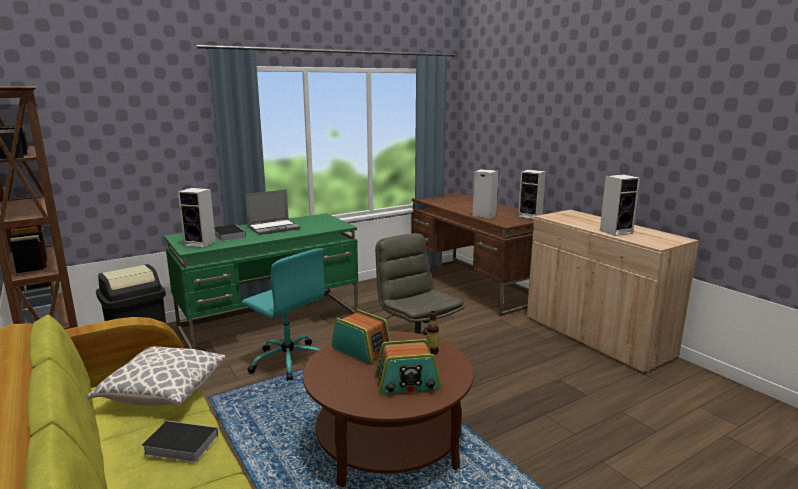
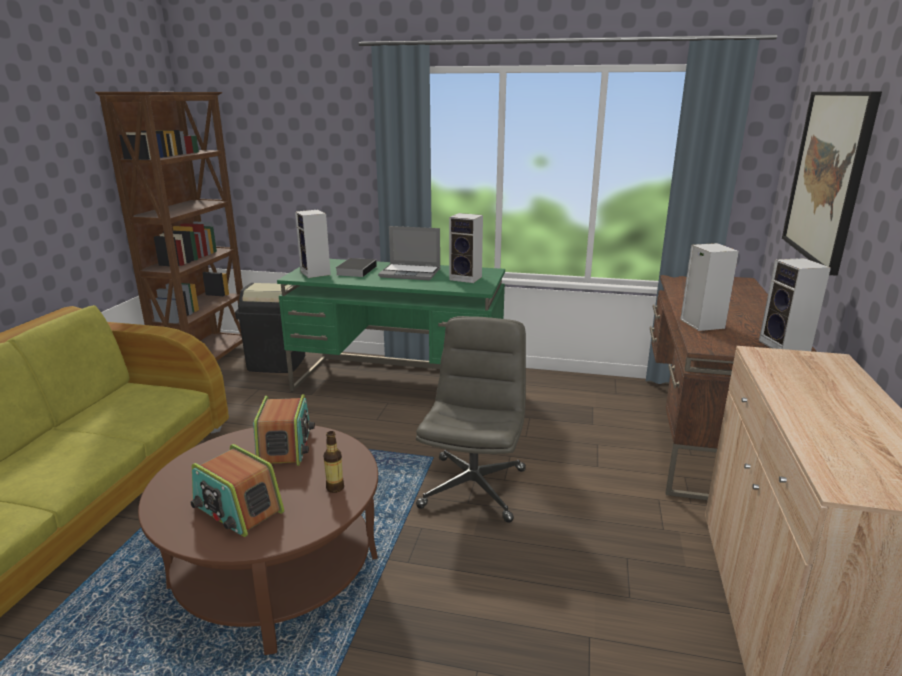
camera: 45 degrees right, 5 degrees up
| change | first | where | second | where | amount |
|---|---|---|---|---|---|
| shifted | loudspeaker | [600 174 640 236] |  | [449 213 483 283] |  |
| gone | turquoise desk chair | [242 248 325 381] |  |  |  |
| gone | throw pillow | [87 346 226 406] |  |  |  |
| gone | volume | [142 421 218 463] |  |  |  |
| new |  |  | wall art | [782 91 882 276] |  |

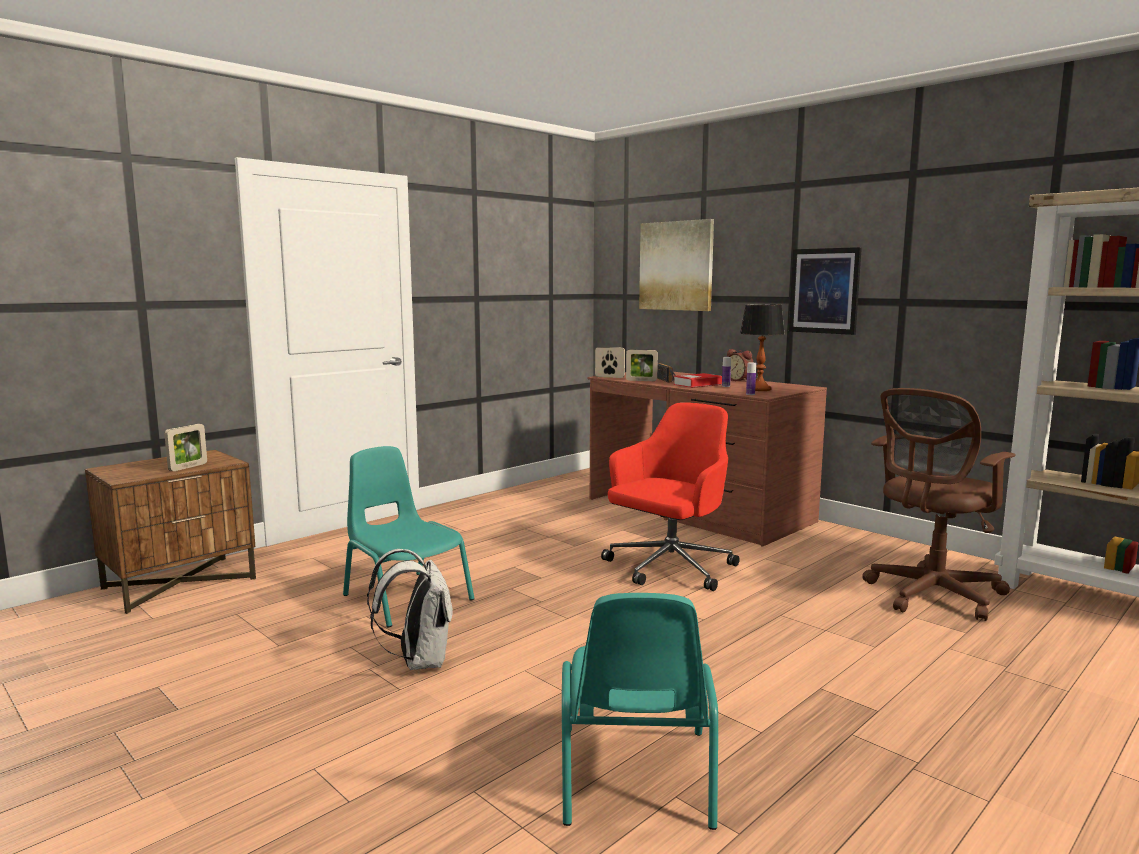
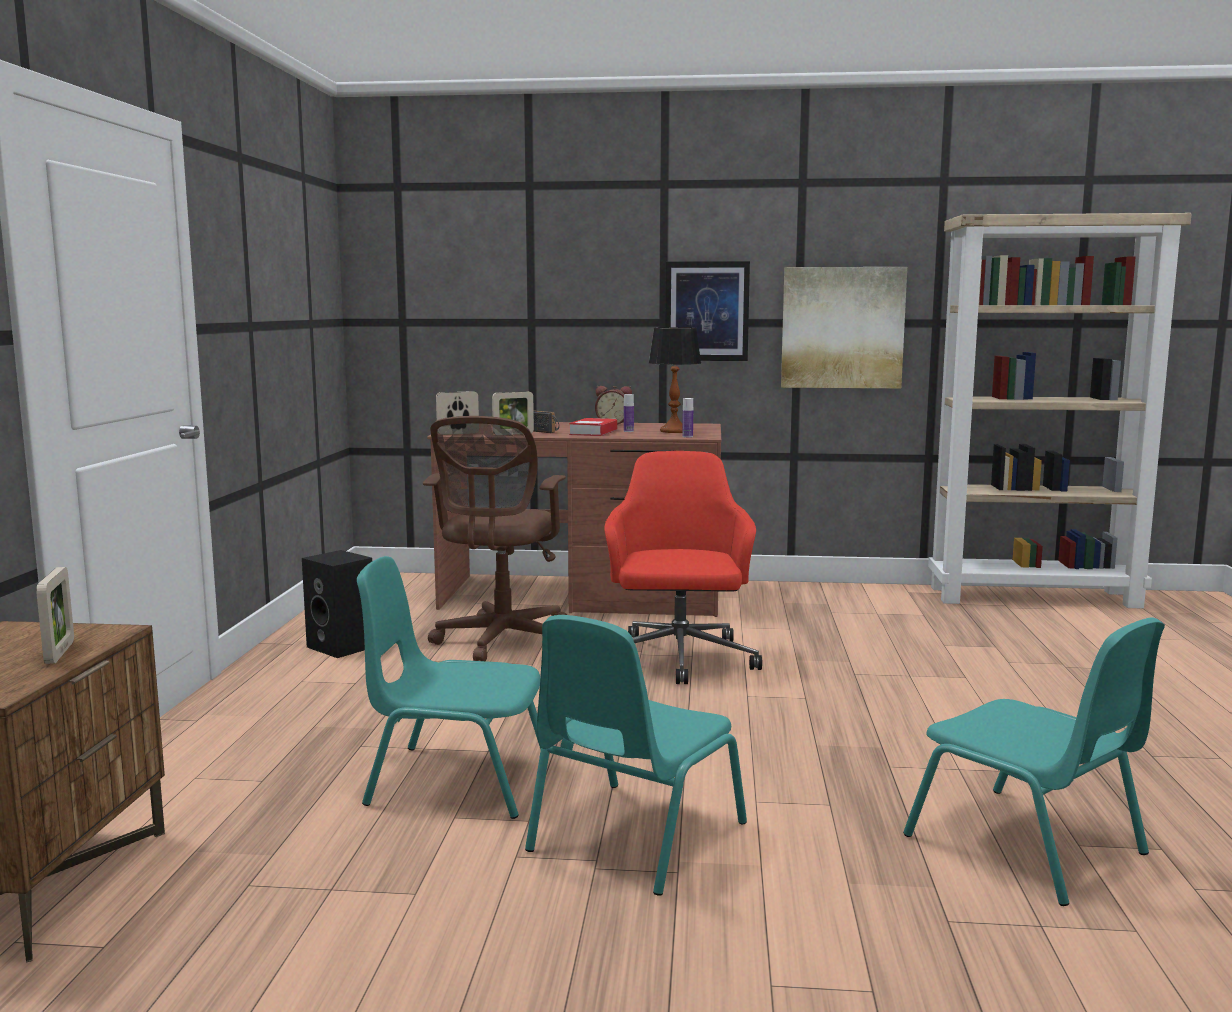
camera: 40 degrees left, 0 degrees up
| change | first | where | second | where | amount |
|---|---|---|---|---|---|
| shifted | wall art | [639 219 714 311] |  | [781 267 907 388] |  |
| shifted | brownish desk chair | [862 388 1016 621] |  | [423 416 567 661] |  |
| swapped | white backpack | [367 549 453 670] | turquoise plain chair | [525 615 747 896] |  |
| new |  |  | blackish loudspeaker | [302 550 372 658] |  |

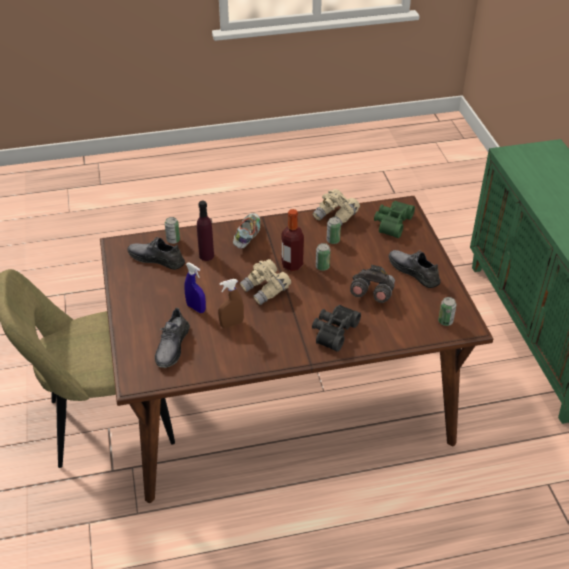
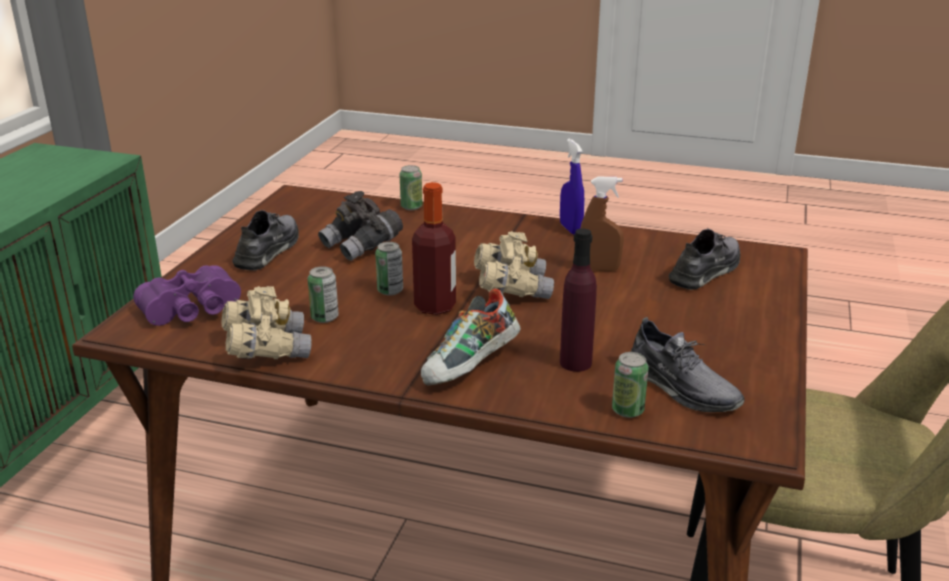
camera: 150 degrees left, 15 degrees down
| change | first | where | second | where | amount |
|---|---|---|---|---|---|
| repainted | greenish binoculars | [374 201 415 238] | purplish binoculars | [133 265 241 326] |  |
| rotated | gray item of footwear | [389 250 440 288] |  | [232 210 299 270] | 150 degrees counterclockwise |
| shifted | bluish hand sprayer | [184 262 206 313] |  | [560 139 585 234] |  |
| shifted | can | [438 297 456 326] |  | [400 165 422 210] |  |
| gone | blackish binoculars | [312 305 361 352] |  |  |  |

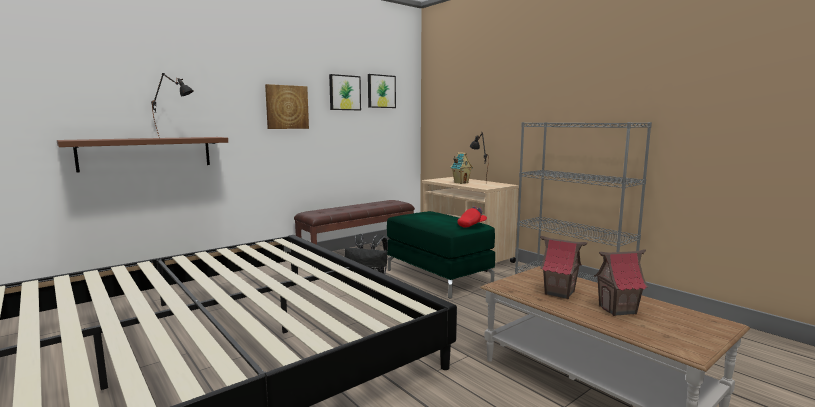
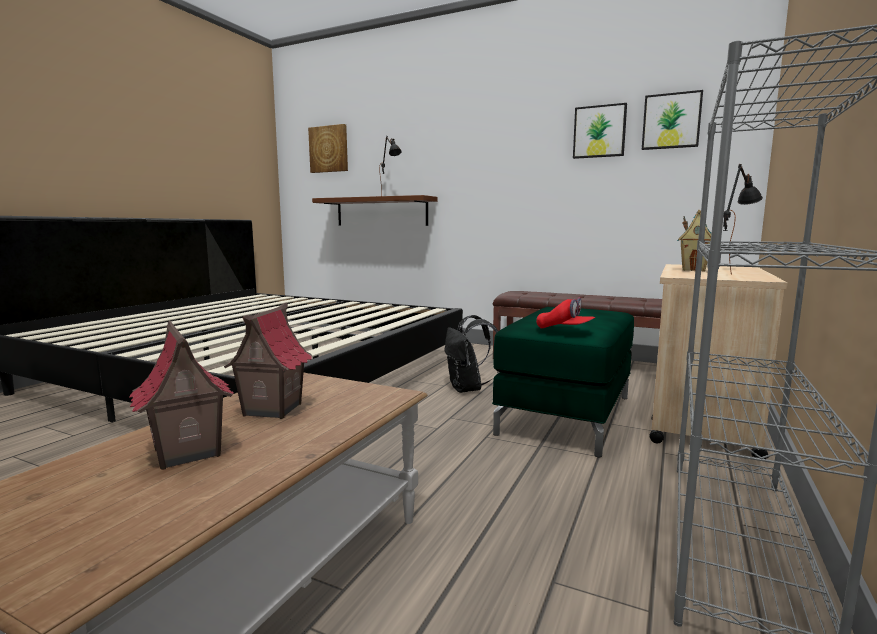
camera: 65 degrees right, 0 degrees up
| change | first | where | second | where | amount |
|---|---|---|---|---|---|
| shifted | wall art | [265 84 309 129] |  | [308 124 348 173] |  |

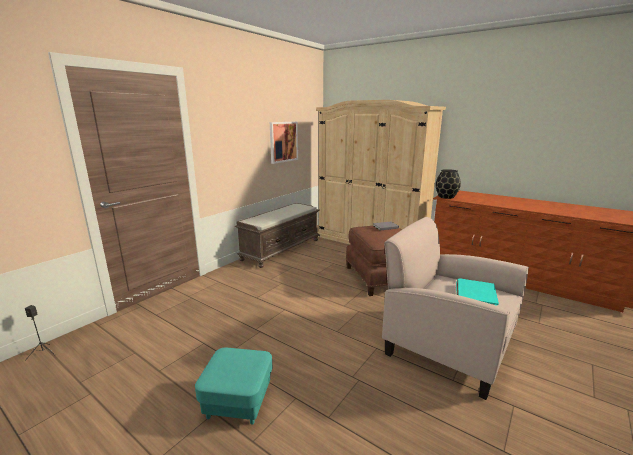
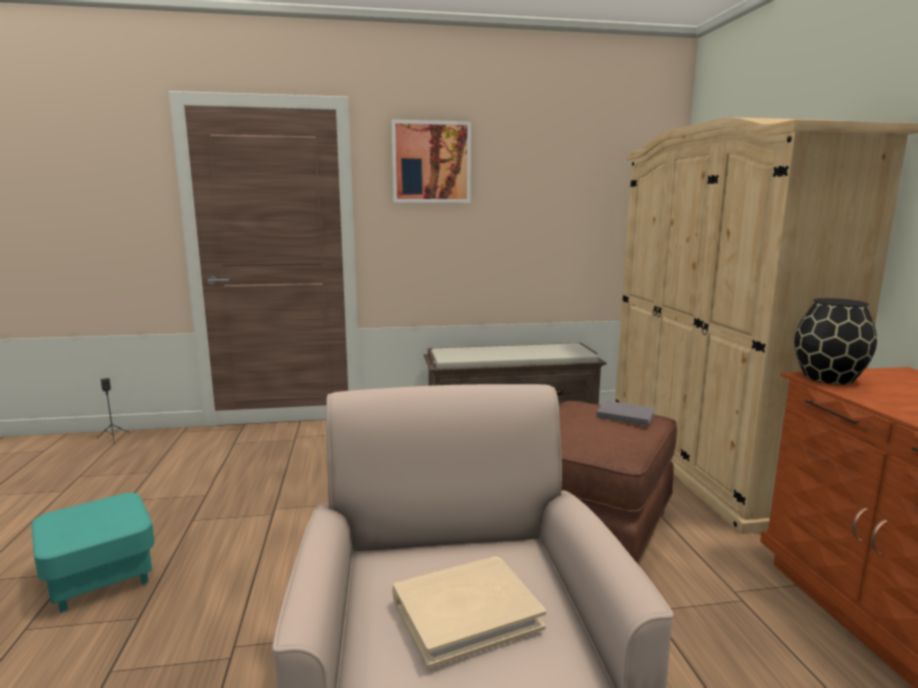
camera: 45 degrees right, 5 degrees down
| change | first | where | second | where | amount |
|---|---|---|---|---|---|
| shifted | wall art | [270 121 298 164] |  | [392 119 471 203] |  |
| repainted | turquoise volume | [456 278 499 306] | sand-coloured volume | [392 556 546 669] |  |

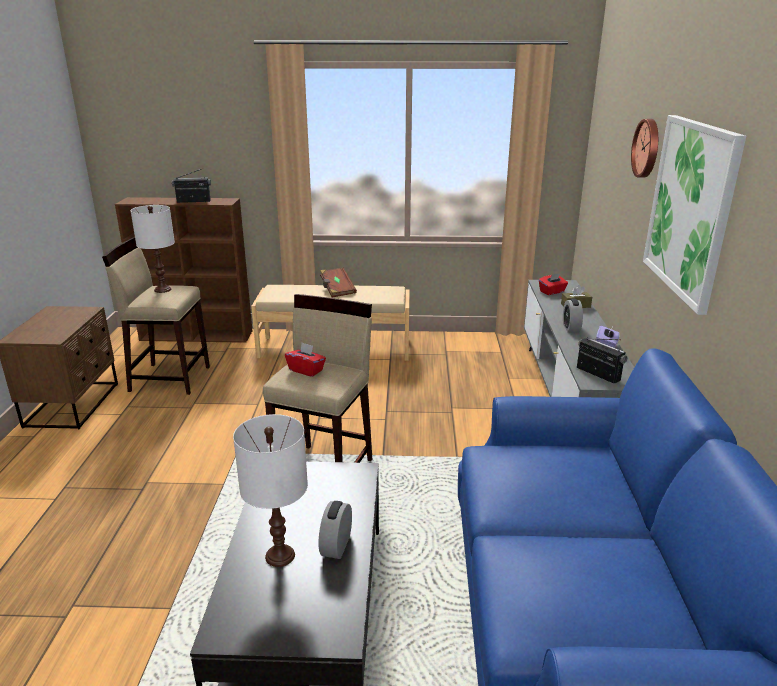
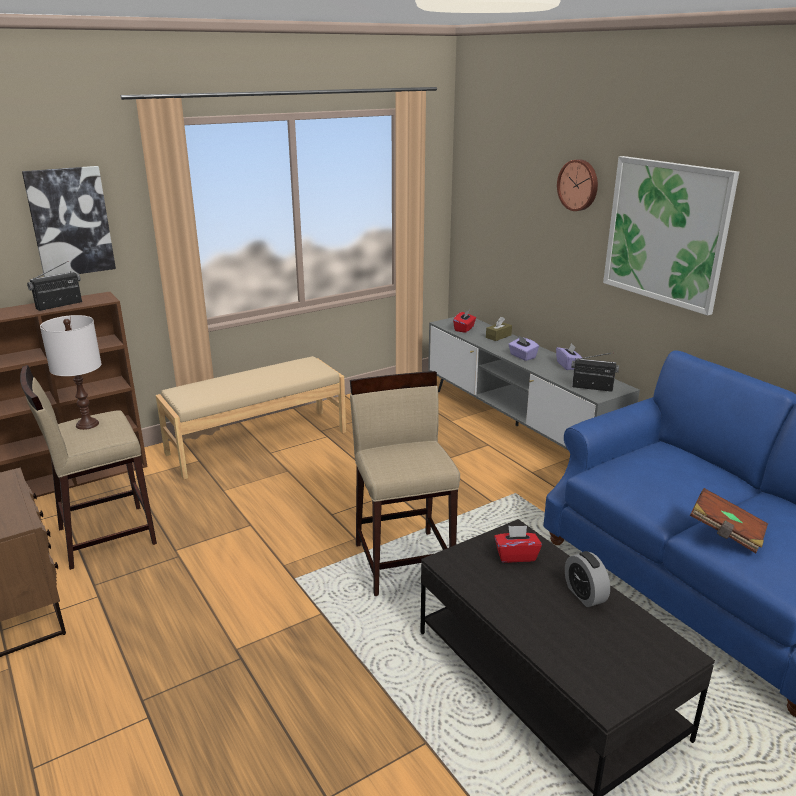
camera: 35 degrees left, 0 degrees up
| change | first | where | second | where | amount |
|---|---|---|---|---|---|
| shifted | brownish volume | [320 268 357 297] |  | [690 488 768 553] |  |
| swapped | bedside clock | [563 299 583 333] | purplish tissue box | [508 335 539 361] |  |
| shifted | red-coloured tissue box | [285 343 326 377] |  | [494 526 542 563] |  |
| gone | white lamp for a table | [233 414 308 567] |  |  |  |
| new |  |  | wall art | [22 166 116 277] |  |

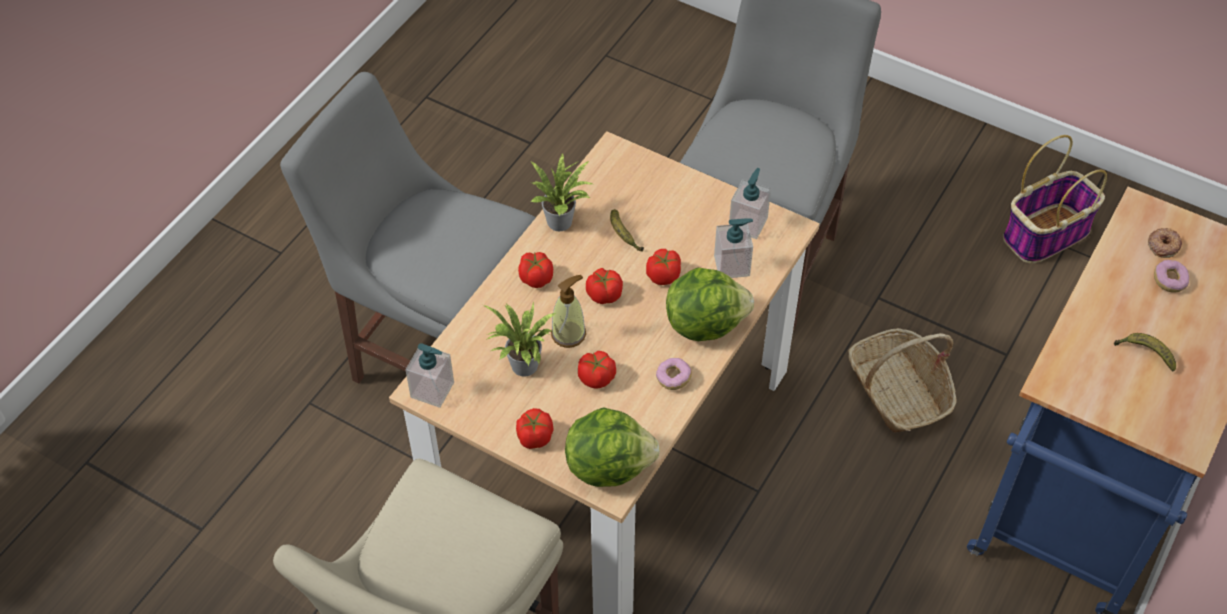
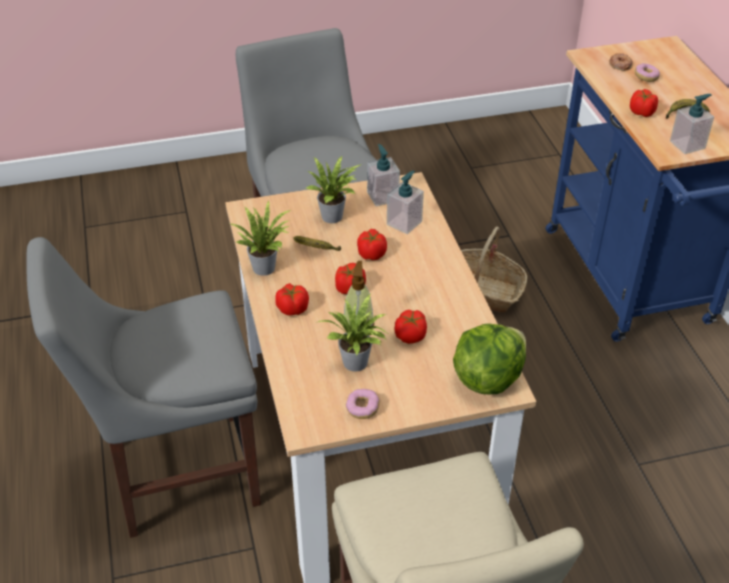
camera: 45 degrees left, 10 degrees down
| change | first | where | second | where | amount |
|---|---|---|---|---|---|
| gone | household basket | [1003 135 1107 264] |  |  |  |
| gone | head of lettuce | [666 268 754 341] |  |  |  |
| shifted | soap dispenser | [405 343 454 408] |  | [670 94 714 154] |  |
| shifted | ring doughnut | [656 358 692 390] |  | [346 389 380 419] |  |
| shifted | fresh tomato | [516 408 554 449] |  | [630 89 658 117] |  |
| new |  |  | potted plant | [305 156 360 223] |  |

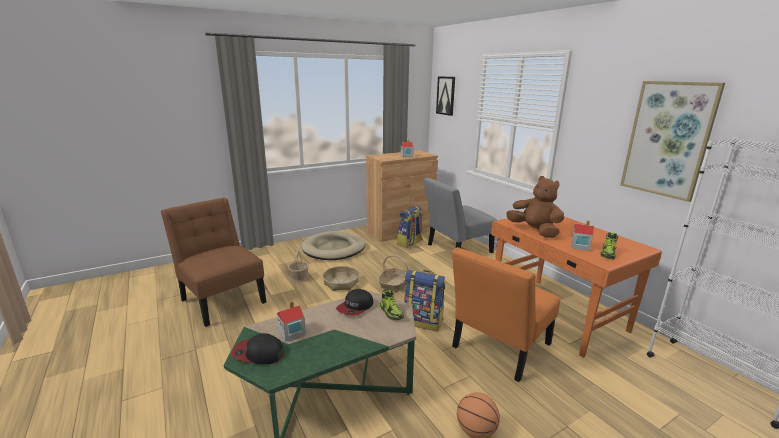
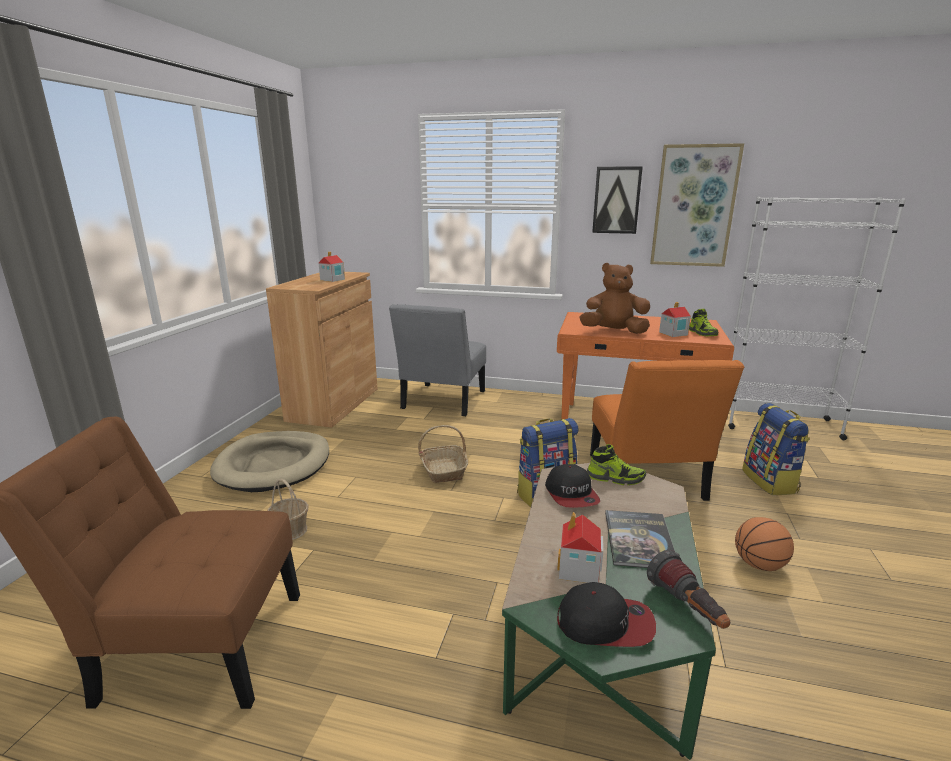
camera: 45 degrees left, 0 degrees up
| change | first | where | second | where | amount |
|---|---|---|---|---|---|
| shifted | wall art | [436 76 455 116] |  | [592 166 643 234] |  |
| shifted | backpack | [397 206 423 249] |  | [742 403 810 495] |  |
| gone | household basket | [323 266 359 291] |  |  |  |
| rotated | baseball cap | [232 333 284 364] |  | [557 582 656 647] | 135 degrees counterclockwise |
| new |  |  | volume | [605 510 675 568] |  |
| new |  |  | flashlight | [647 550 730 629] |  |

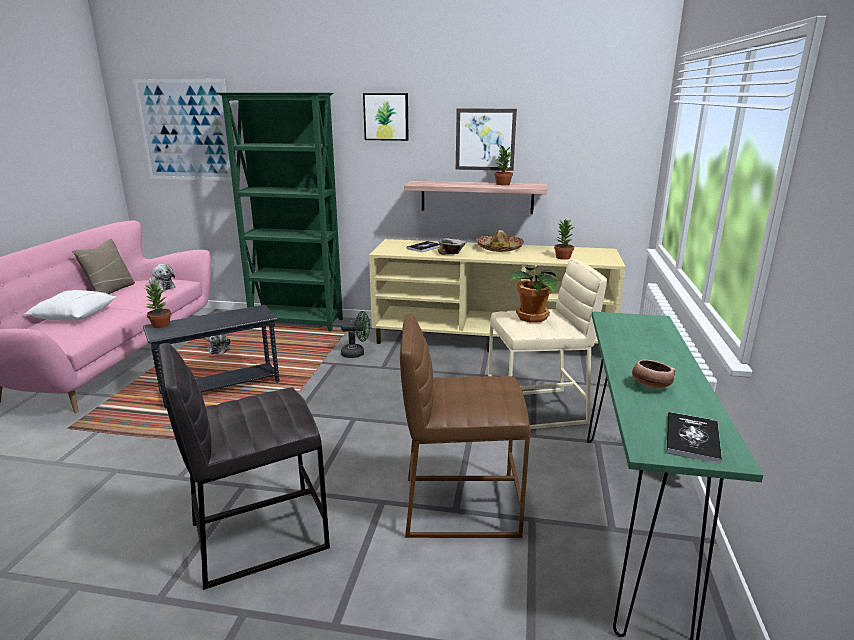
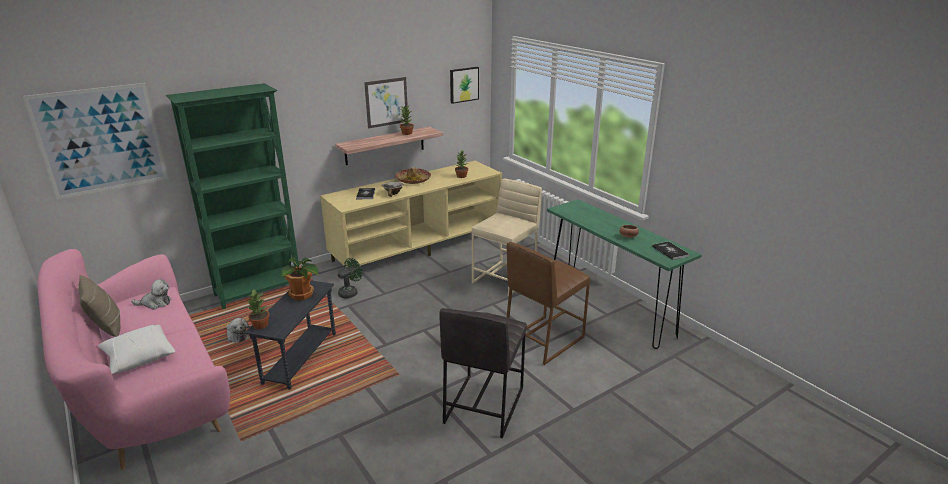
camera: 45 degrees left, 5 degrees up
| change | first | where | second | where | amount |
|---|---|---|---|---|---|
| shifted | wall art | [363 93 408 141] |  | [450 67 479 104] |  |
| shifted | potted plant | [508 266 557 323] |  | [280 257 318 300] |  |

